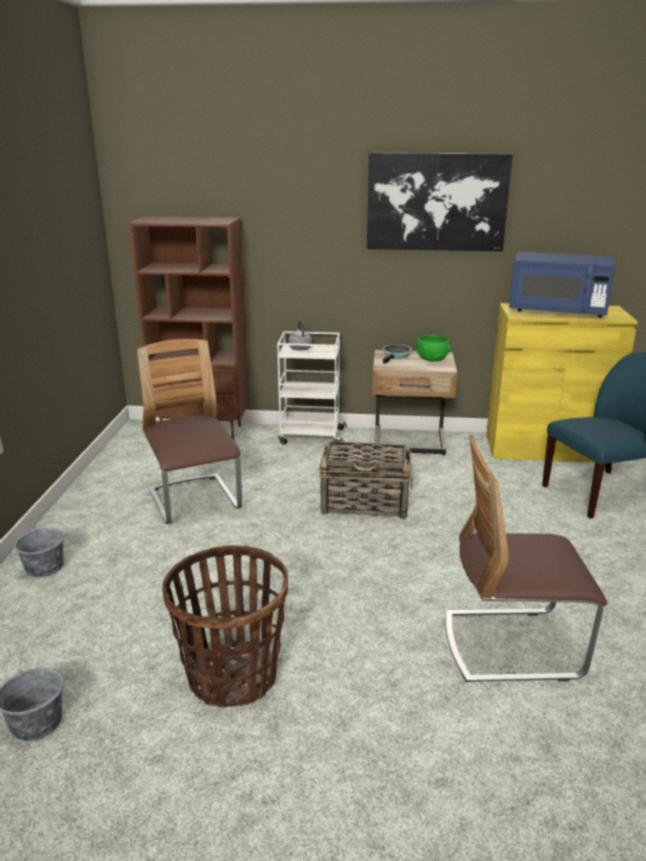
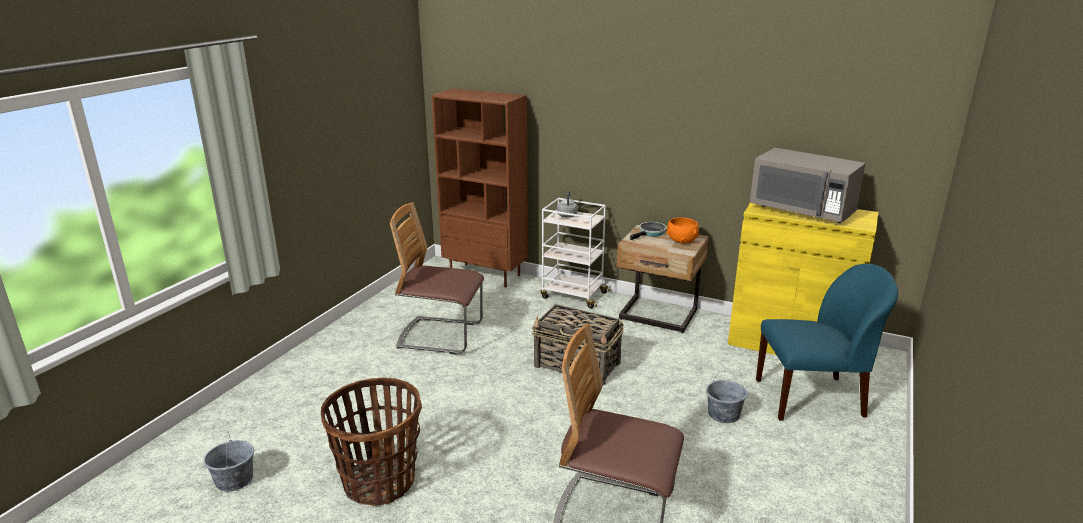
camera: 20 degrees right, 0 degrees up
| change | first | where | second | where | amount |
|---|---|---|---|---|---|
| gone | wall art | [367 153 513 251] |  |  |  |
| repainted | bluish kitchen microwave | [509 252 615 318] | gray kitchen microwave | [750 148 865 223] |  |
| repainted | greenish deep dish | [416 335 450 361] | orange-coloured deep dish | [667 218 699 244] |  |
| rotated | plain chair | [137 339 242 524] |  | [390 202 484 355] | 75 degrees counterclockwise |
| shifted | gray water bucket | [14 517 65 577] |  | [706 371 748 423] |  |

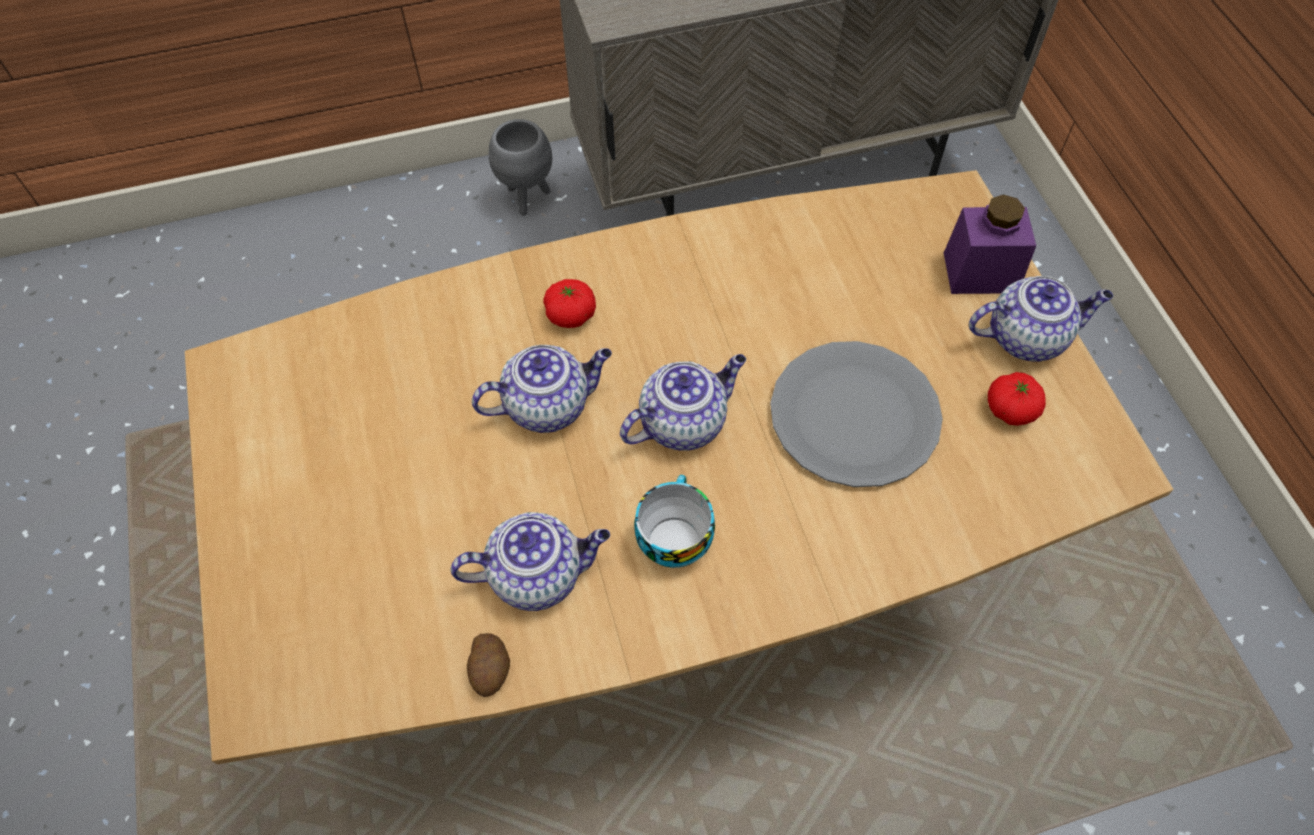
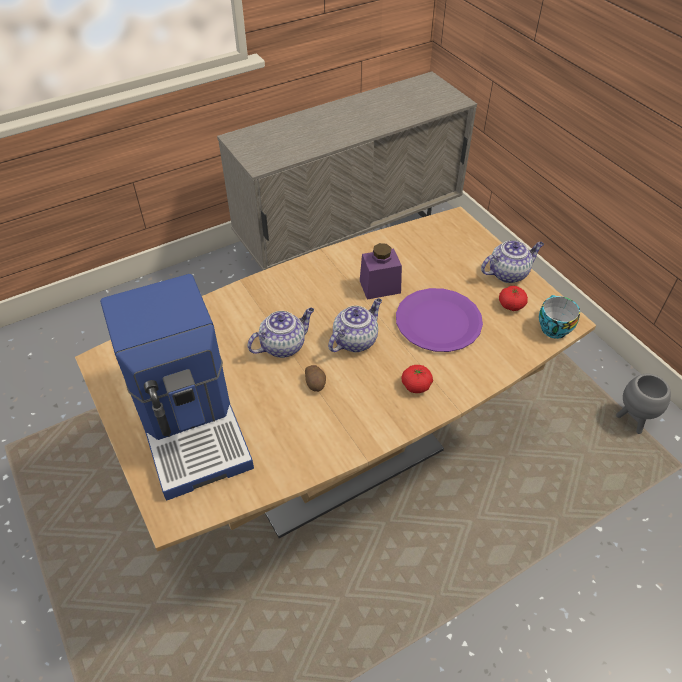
camera: 15 degrees left, 10 degrees down
| change | first | where | second | where | amount |
|---|---|---|---|---|---|
| shifted | gray planter | [488 119 552 216] |  | [616 374 671 434] |  |
| shifted | purplish preserve jar | [944 195 1036 294] |  | [360 243 402 300] |  |
| shifted | fresh tomato | [543 279 596 328] |  | [401 365 433 393] |  |
| repainted | gray flat dish | [770 341 943 487] | purplish flat dish | [396 288 483 352] |  |
| shifted | drinking cup | [634 475 715 568] |  | [539 295 580 339] |  |
| gone | teapot | [450 512 610 611] |  |  |  |
| shifted | spud | [467 633 510 697] |  | [305 365 326 392] |  |
| new |  |  | coffee machine | [100 274 254 501] |  |

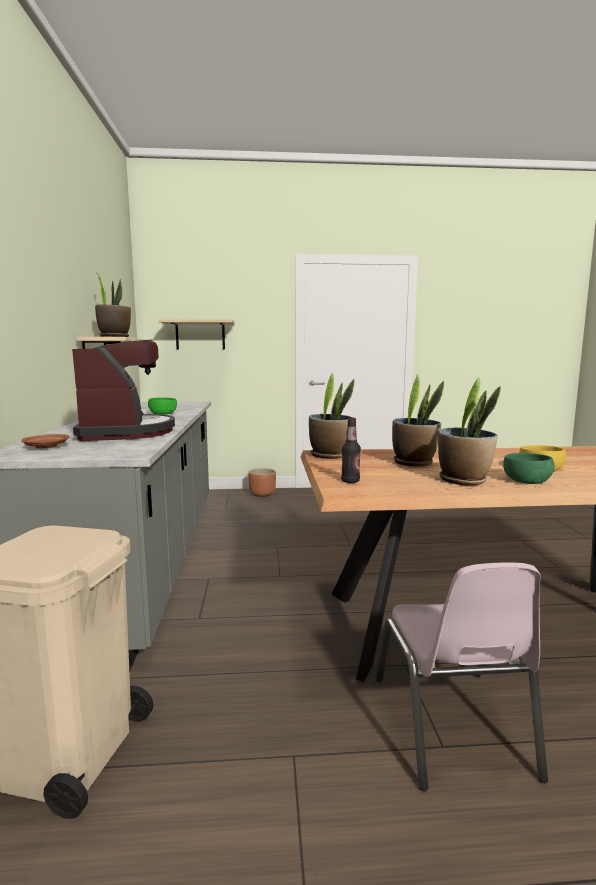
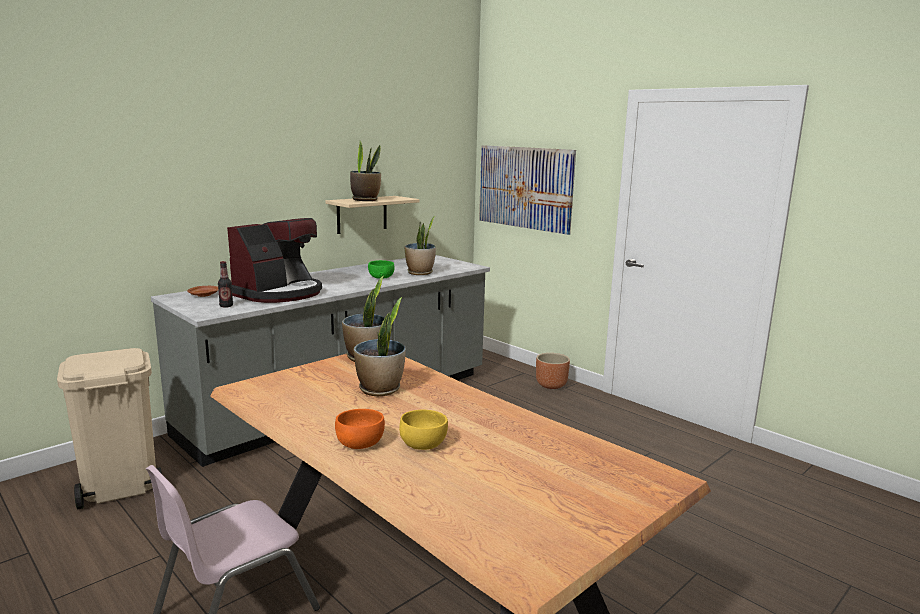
camera: 50 degrees right, 5 degrees up
| change | first | where | second | where | amount |
|---|---|---|---|---|---|
| swapped | sand-coloured shelf | [158 319 234 349] | wall art | [479 145 576 235] |  |
| shifted | potted plant | [438 377 501 486] |  | [404 216 436 275] |  |
| shifted | beverage bottle | [341 418 361 483] |  | [218 261 233 308] |  |
| repainted | greenish deep dish | [503 453 555 484] | orange-coloured deep dish | [335 409 385 449] |  |

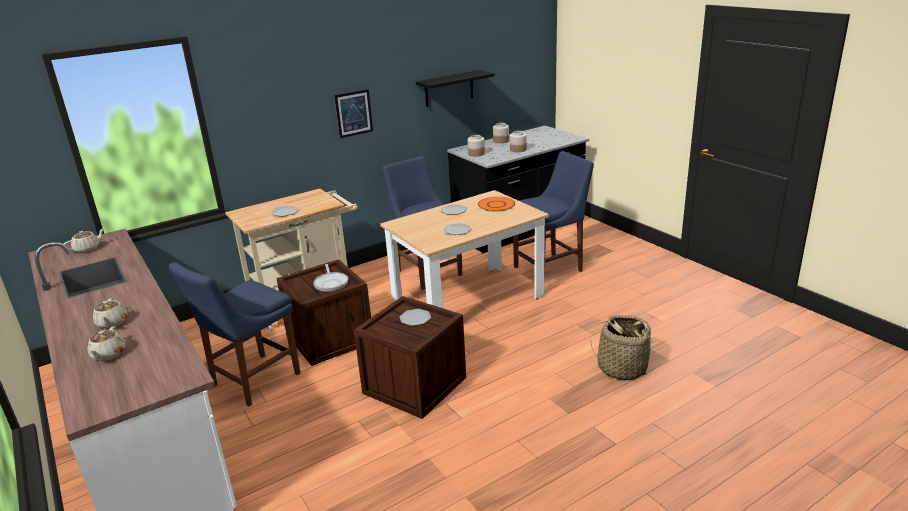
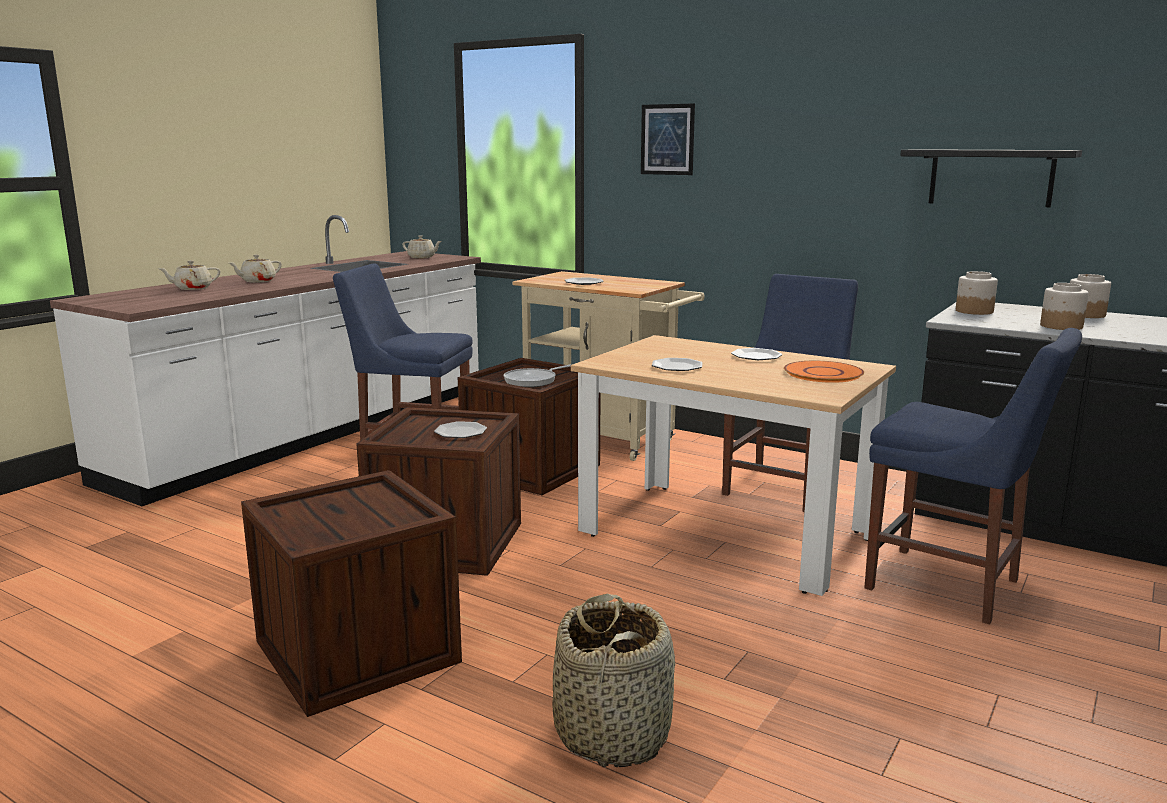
camera: 65 degrees right, 10 degrees down
| change | first | where | second | where | amount |
|---|---|---|---|---|---|
| shifted | wall art | [334 89 373 138] |  | [641 104 695 175] |  |
| new |  |  | shipping crate | [241 470 462 717] |  |

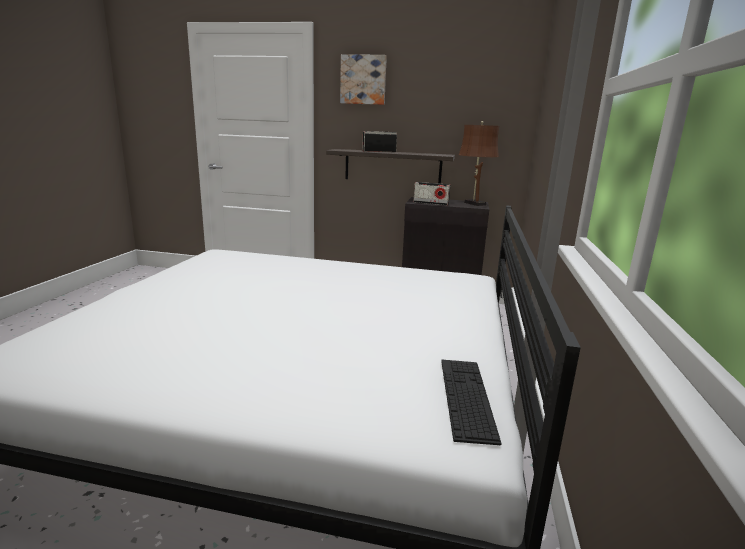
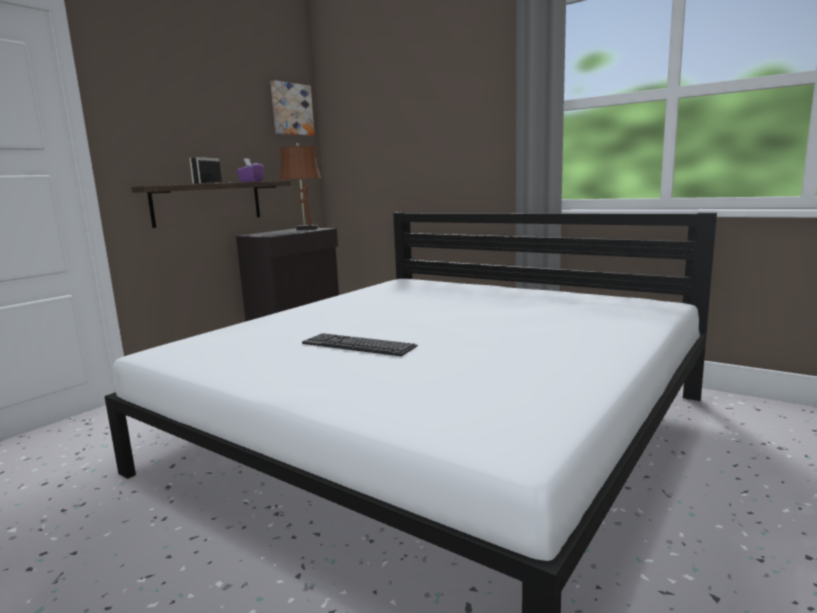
camera: 65 degrees left, 5 degrees down
| change | first | where | second | where | amount |
|---|---|---|---|---|---|
| shifted | wall art | [340 54 387 105] |  | [271 80 315 136] |  |
| gone | radio set | [414 182 450 205] |  |  |  |
| shifted | computer keyboard | [441 360 502 445] |  | [302 333 417 356] |  |
| new |  |  | purplish tissue box | [236 158 264 182] |  |

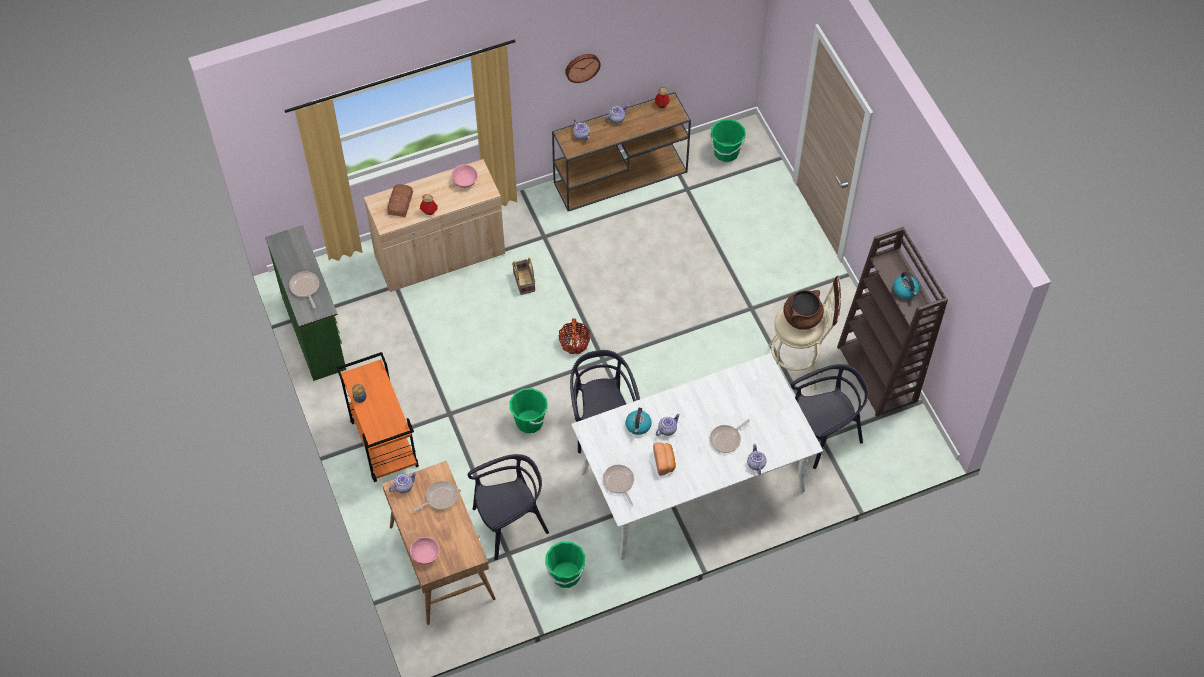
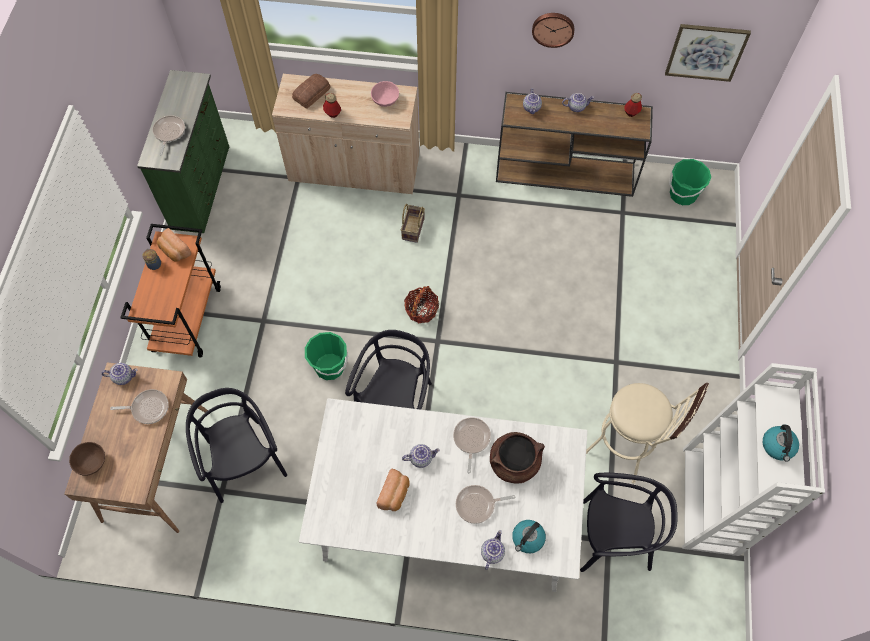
camera: 30 degrees right, 5 degrees up
| change | first | where | second | where | amount |
|---|---|---|---|---|---|
| repainted | brownish bookcase | [837 227 948 417] | white bookcase | [682 363 825 556] |  |
| shifted | brownish cooking pot | [783 290 824 330] |  | [490 432 545 484] |  |
| shifted | water kettle | [626 408 652 435] |  | [512 520 546 553] |  |
| rotated | blackish plain chair | [468 454 549 560] |  | [186 388 287 503] | 120 degrees counterclockwise |
| shifted | skillet | [603 465 634 506] |  | [453 417 491 473] |  |
| repainted | pink deep dish | [410 537 440 565] | brownish deep dish | [69 442 105 476] |  |
| gone | greenish water bucket | [545 541 586 588] |  |  |  |
| new |  |  | wall art | [665 24 751 82] |  |
| new |  |  | baked bread | [157 228 191 261] |  |

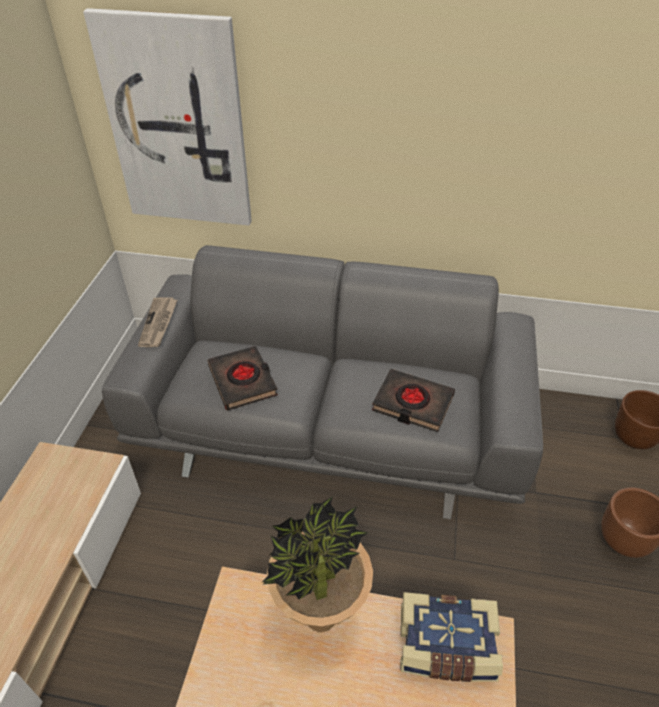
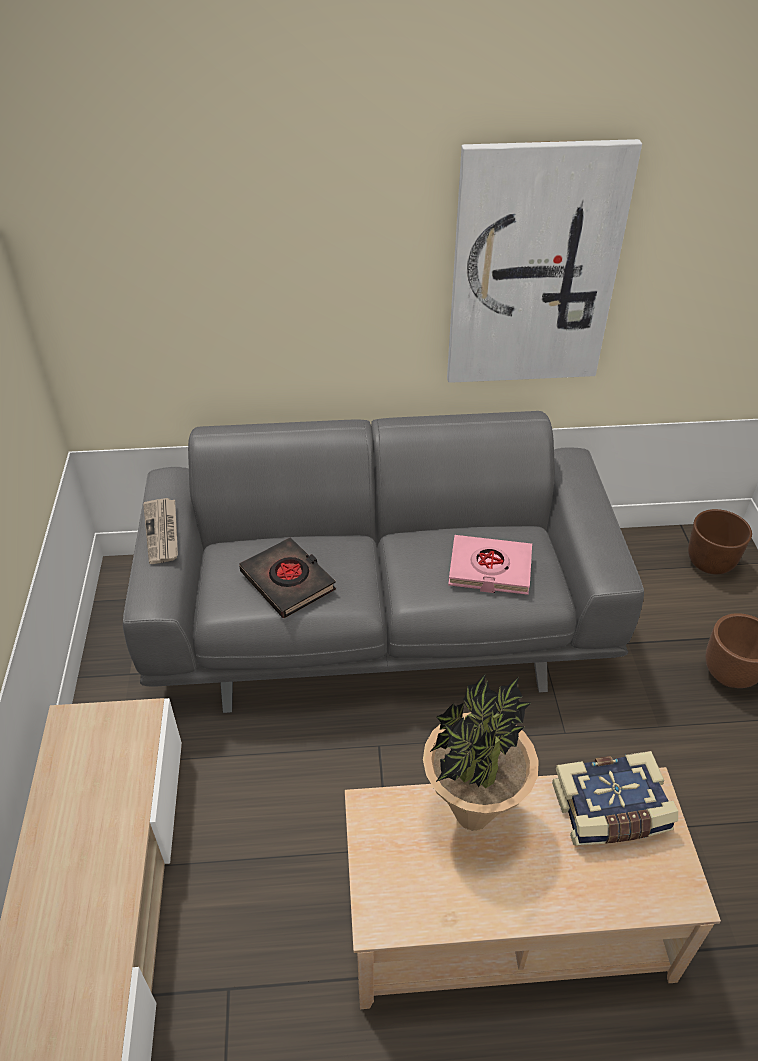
camera: 15 degrees left, 0 degrees up
| change | first | where | second | where | amount |
|---|---|---|---|---|---|
| shifted | wall art | [83 8 252 225] |  | [447 139 642 383] |  |
| repainted | blackish volume | [372 369 455 432] | pink volume | [448 535 532 595] |  |

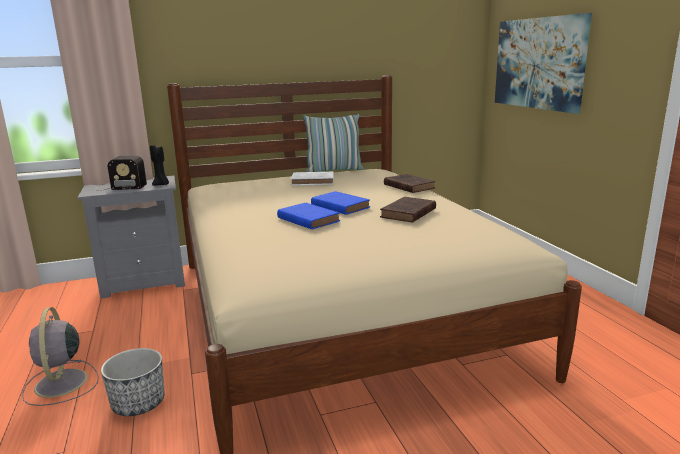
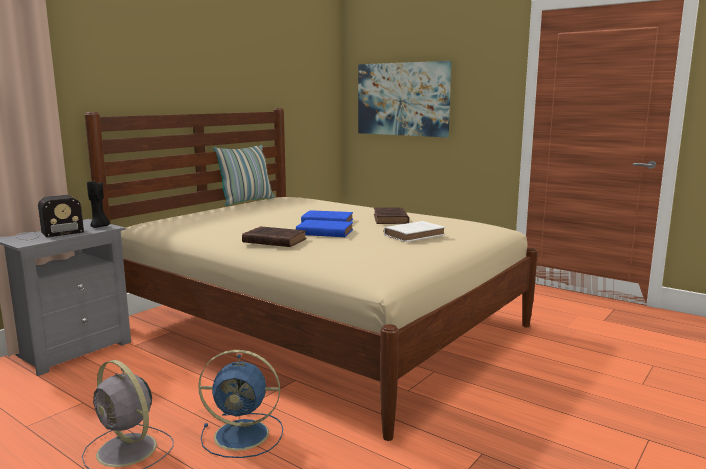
camera: 35 degrees left, 5 degrees down
| change | first | where | second | where | amount |
|---|---|---|---|---|---|
| shifted | white volume | [291 172 334 186] |  | [384 221 445 242] |  |
| shifted | brownish volume | [384 174 436 193] |  | [242 226 306 247] |  |
| swapped | planter | [101 348 165 416] | bluish cooling fan | [198 350 283 458] |  |

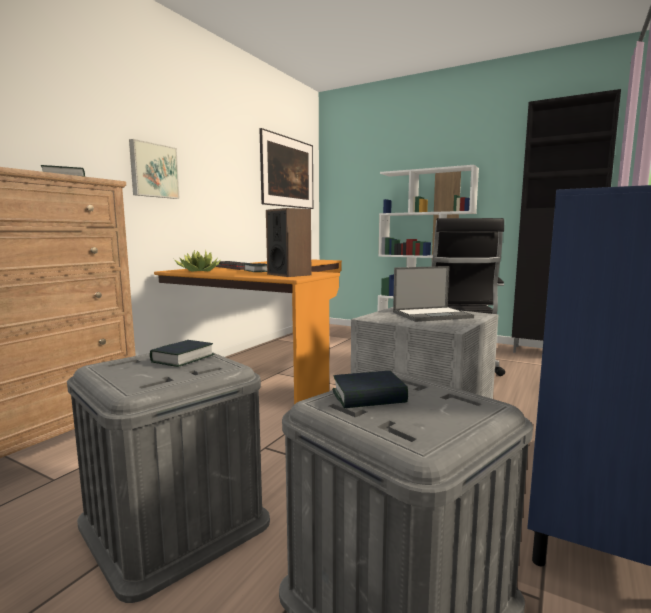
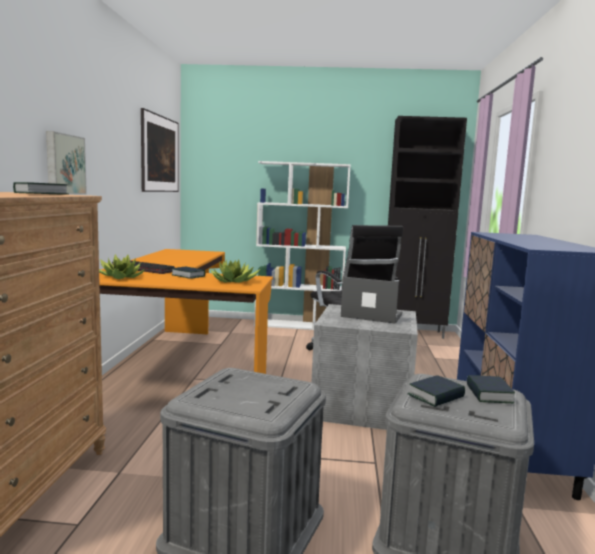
camera: 25 degrees left, 0 degrees up
| change | first | where | second | where | amount |
|---|---|---|---|---|---|
| swapped | loudspeaker | [266 208 311 277] | potted plant | [211 259 260 283] |  |
| rotated | portable computer | [393 266 474 322] |  | [341 277 402 324] | 120 degrees counterclockwise |
| shifted | volume | [150 340 215 367] |  | [467 375 515 403] |  |

